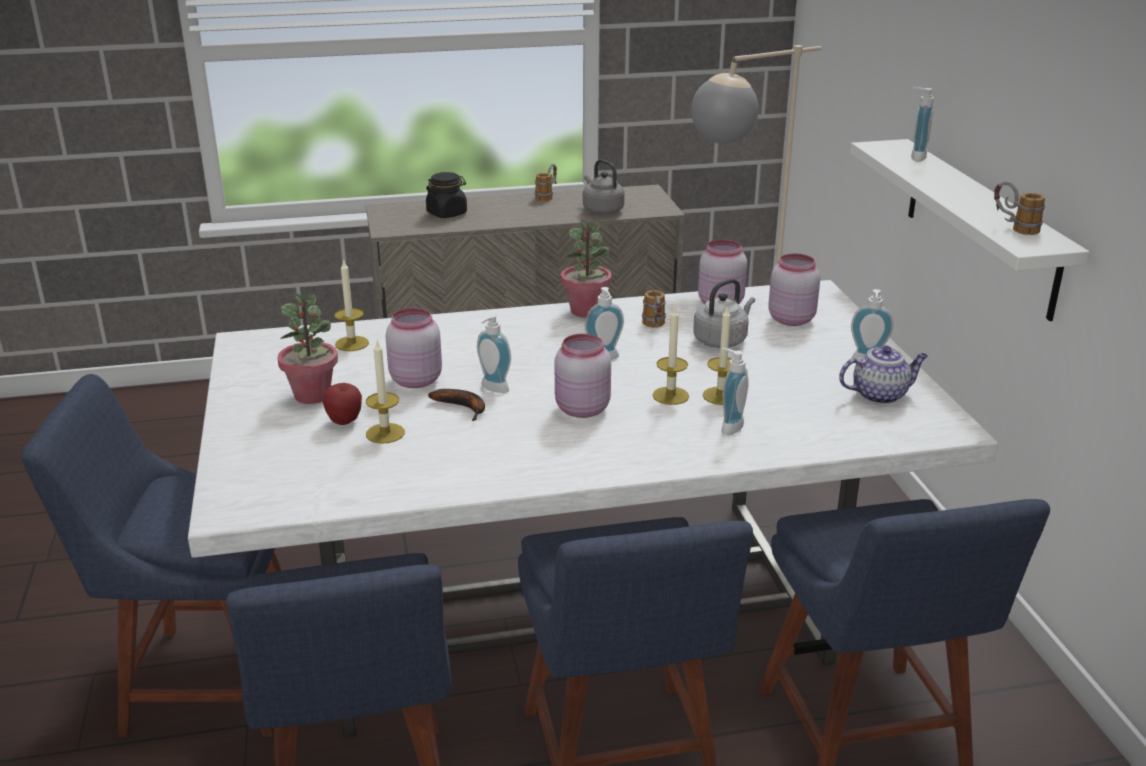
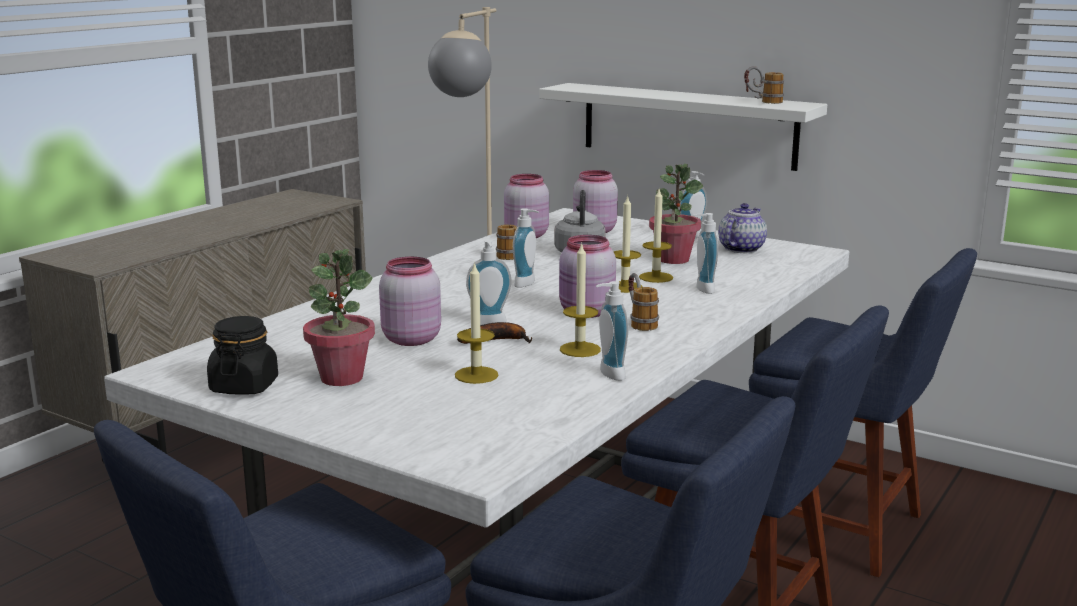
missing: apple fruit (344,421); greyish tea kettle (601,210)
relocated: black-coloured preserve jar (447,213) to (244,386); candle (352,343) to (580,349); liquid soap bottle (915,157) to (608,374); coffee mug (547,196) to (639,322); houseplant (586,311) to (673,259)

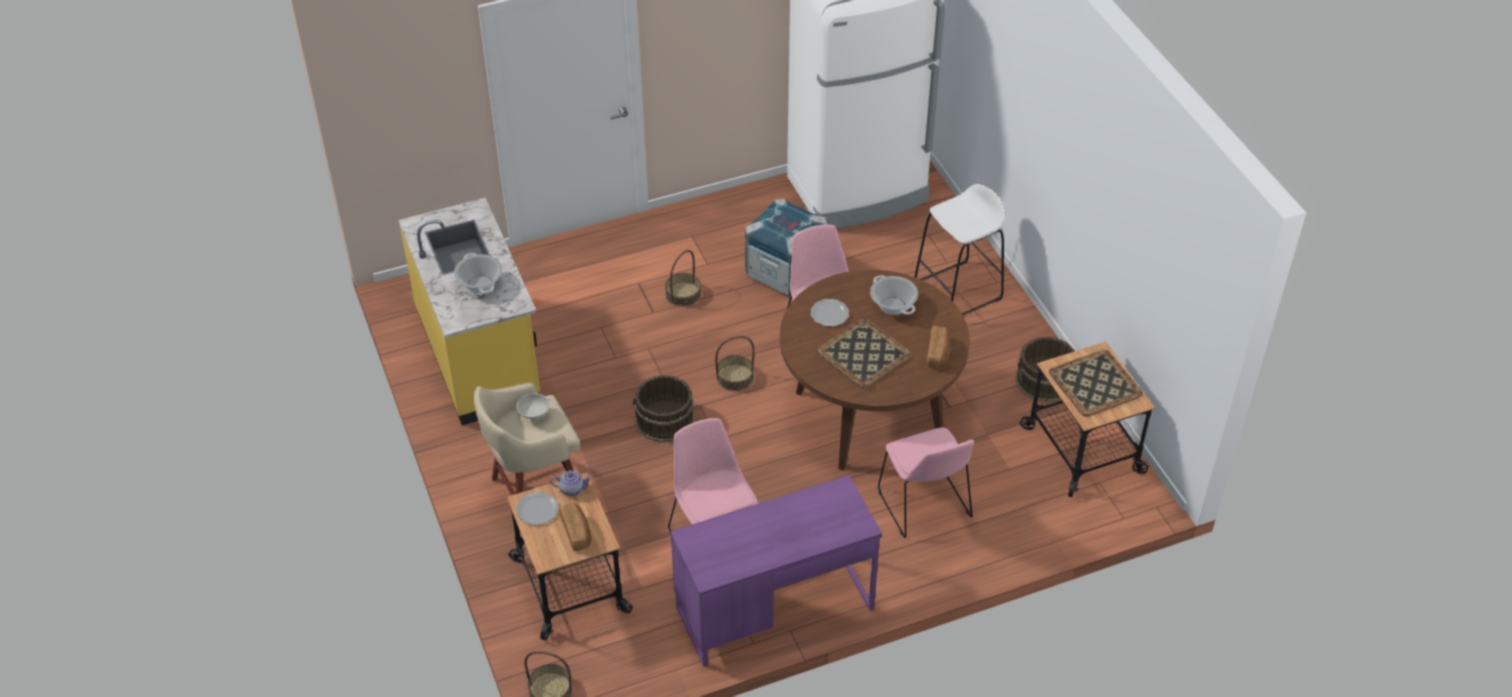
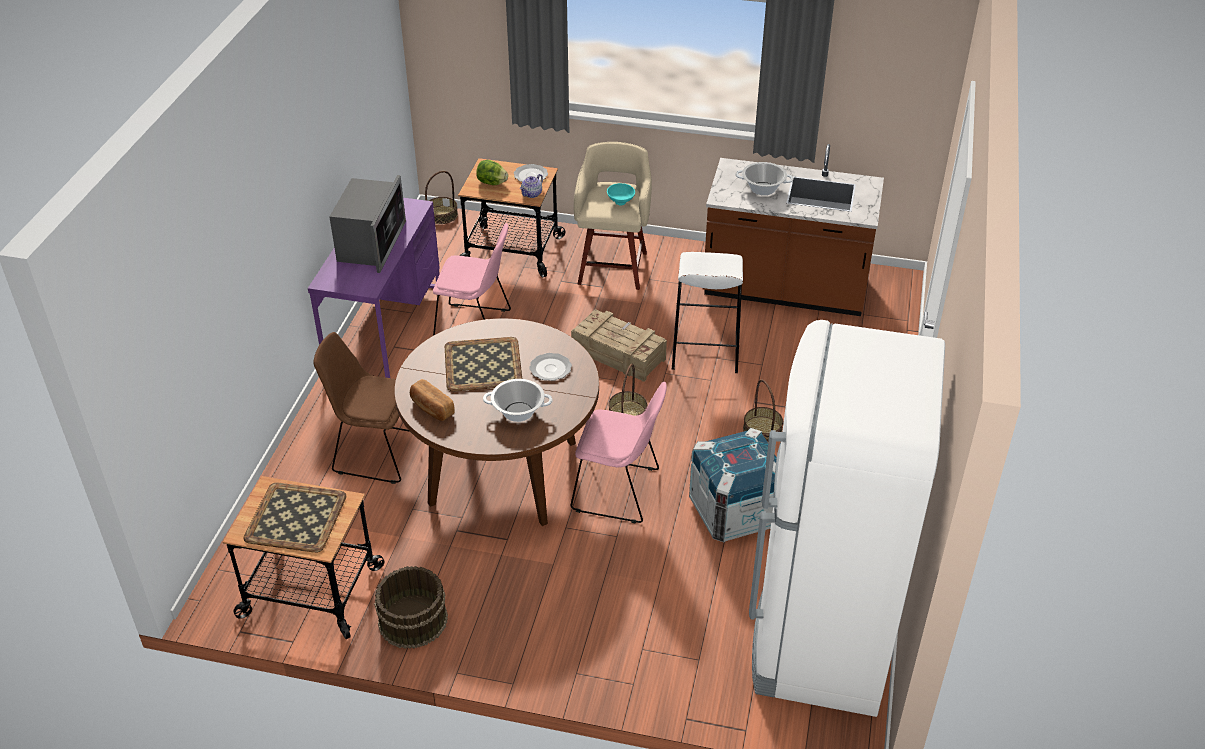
appeared: microwave (371,244)
relocated: white-coloured stool (958,290) to (705,351)
exchanged: baked bread (577,532) to lettuce head (492,183); brown-coloured bucket (664,421) to crate (618,354)
colour: pink upright chair (925,506) to brown-coloured upright chair (375,452); white-coloured serving bowl (533,415) to blue-green serving bowl (621,202); yellow counter (480,355) to brown-coloured counter (784,291)

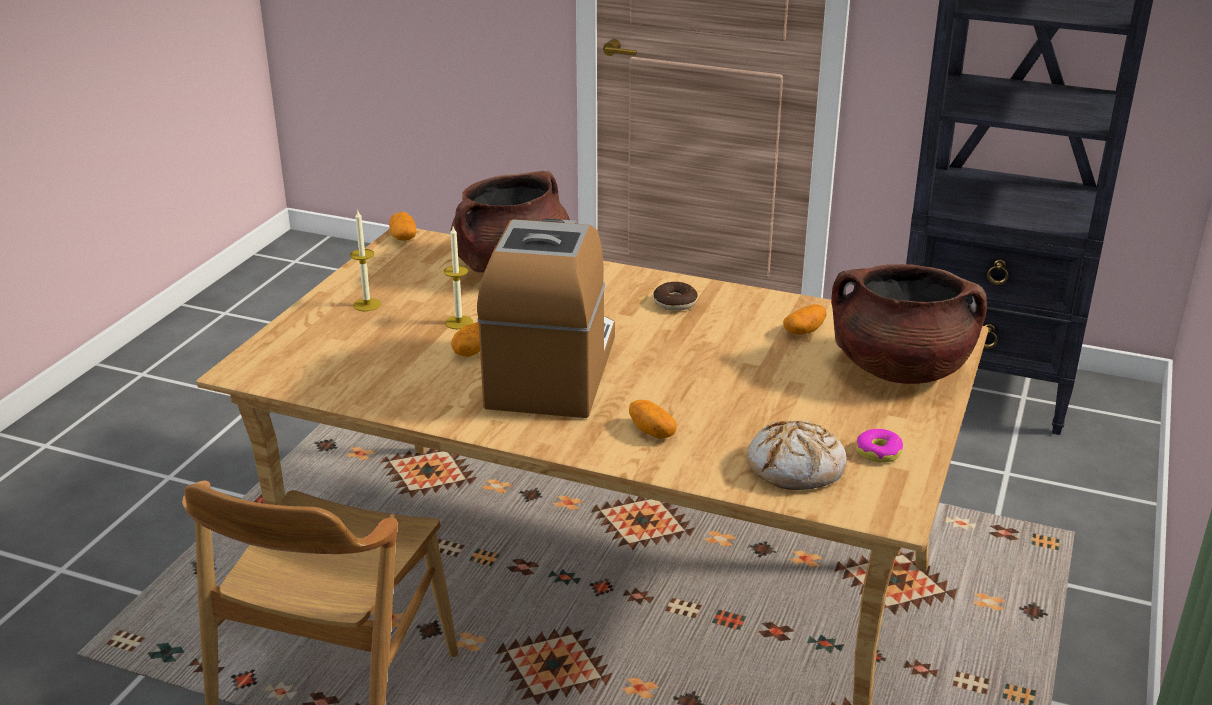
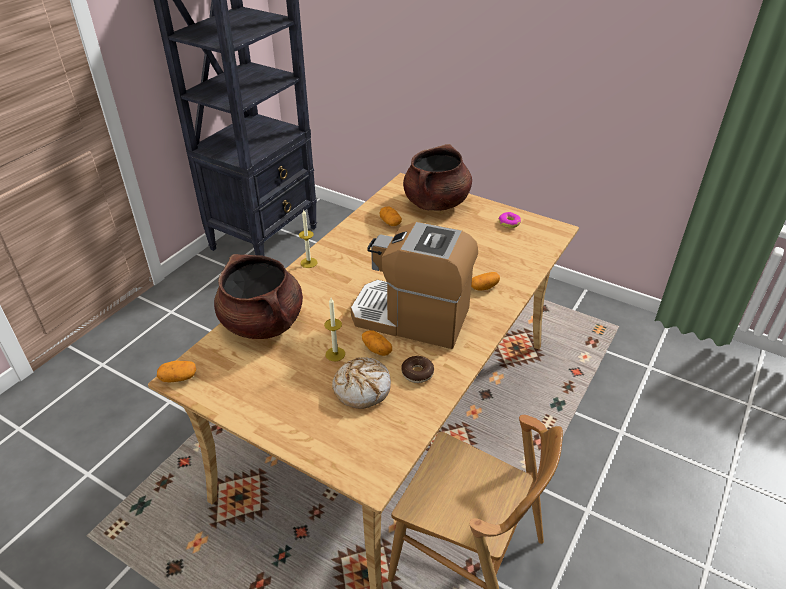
relocated: candle (367,304) to (309,263); baked bread (796,467) to (362,388); donut (675,303) to (417,373)

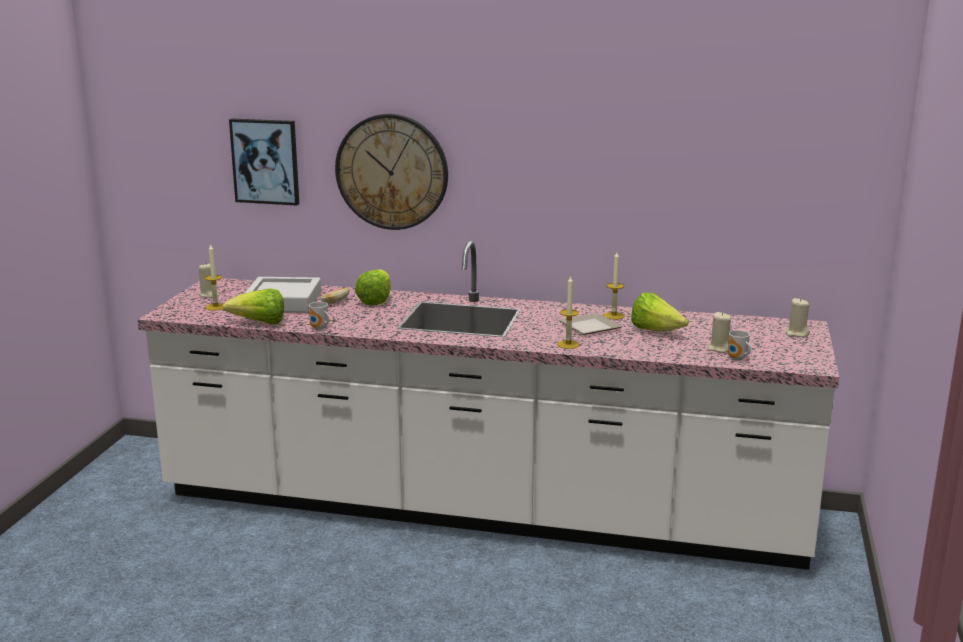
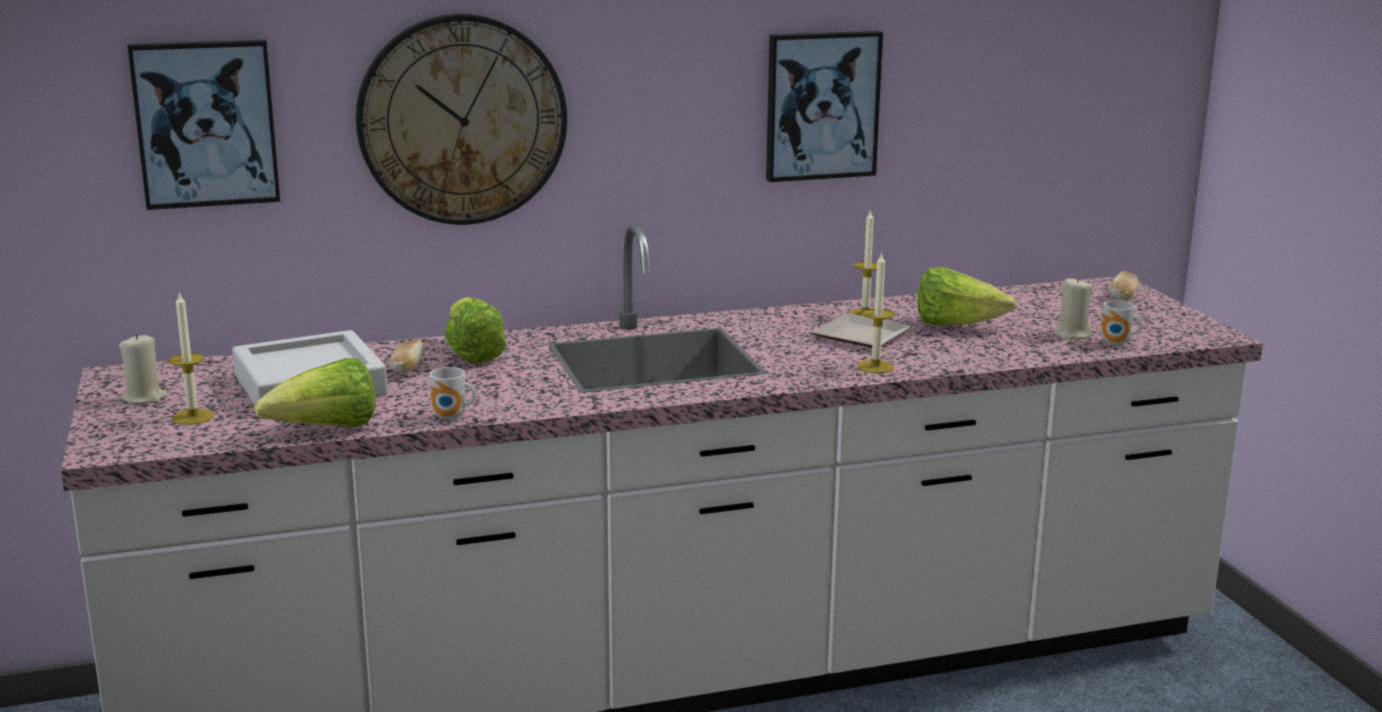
appeared: wall picture (821,105)
exchanged: beige candle (796,333) to baked bread (1123,297)

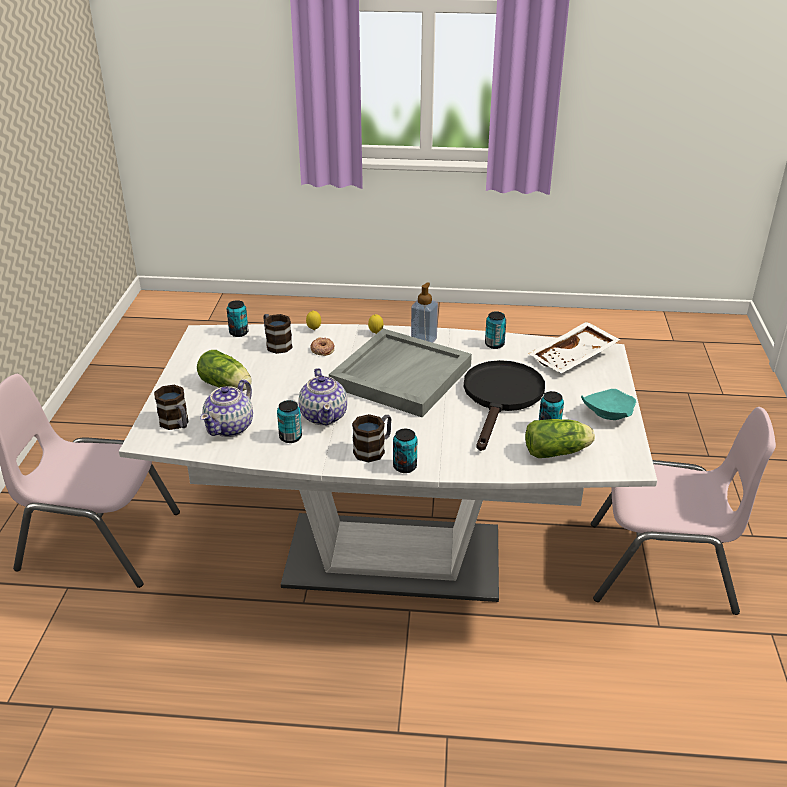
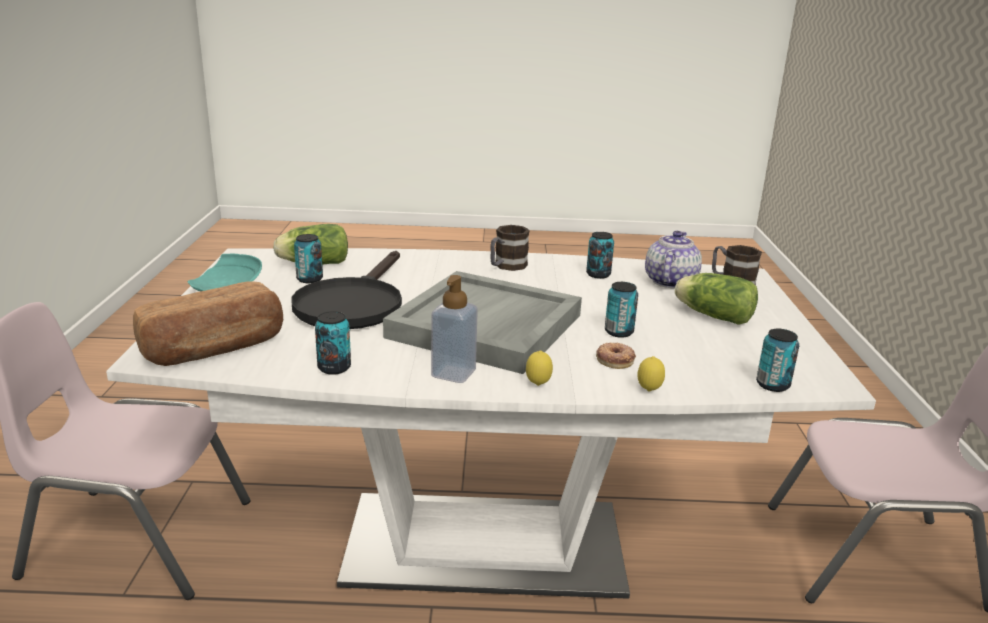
missing: coffee mug (276,344); pot for tea (324,415)
relocated: sealed can (405,467) to (619,332)
exchanged: white-coloured carrying tray (574,358) to baked bread (214,348)

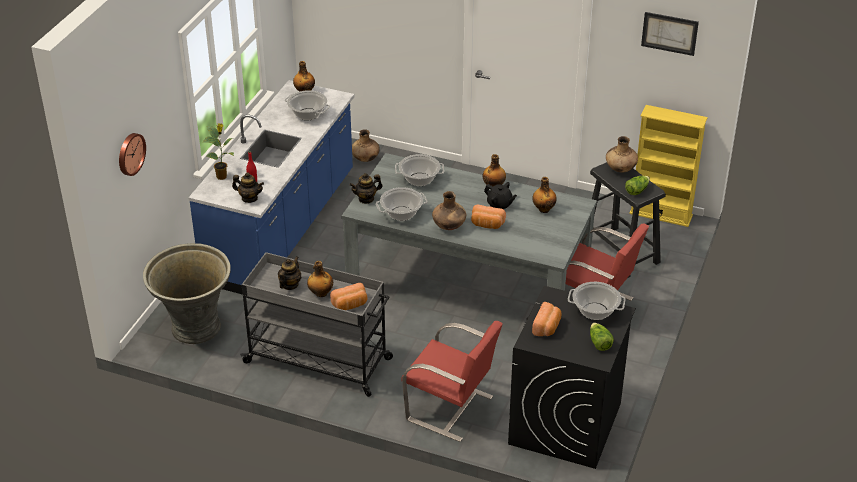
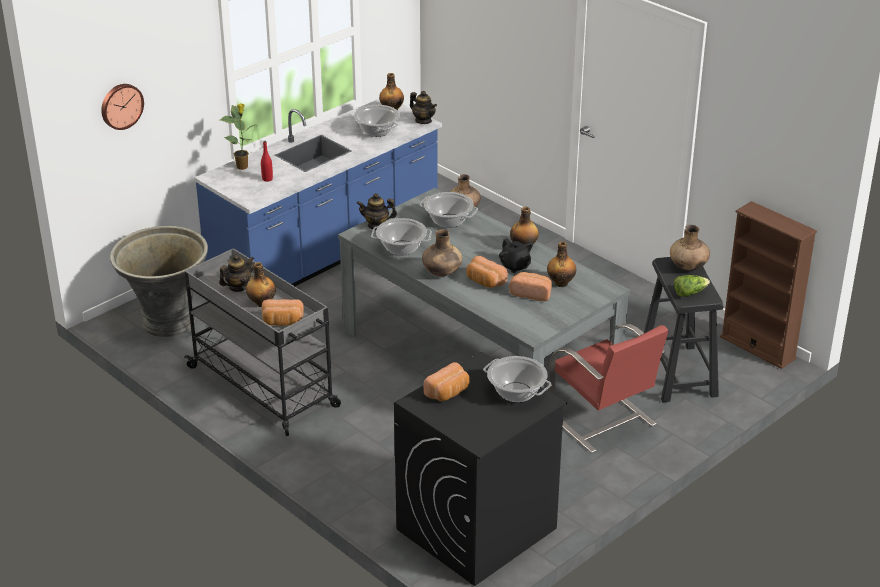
missing: reddish upright chair (451,409); lettuce head (599,343); wall picture (669,33)
appeared: baked bread (531,293)
relocated: pot for tea (249,198) to (423,120)
colour: yellow bookshelf (661,214) to brown-coloured bookshelf (758,347)

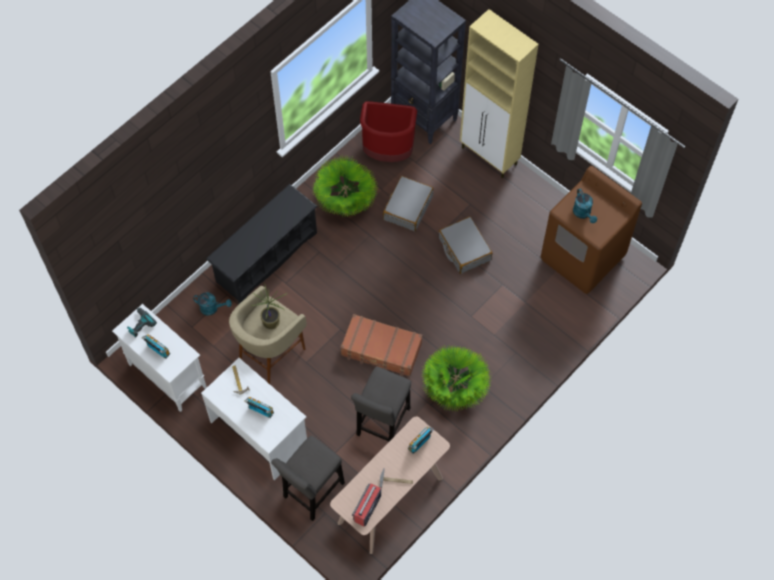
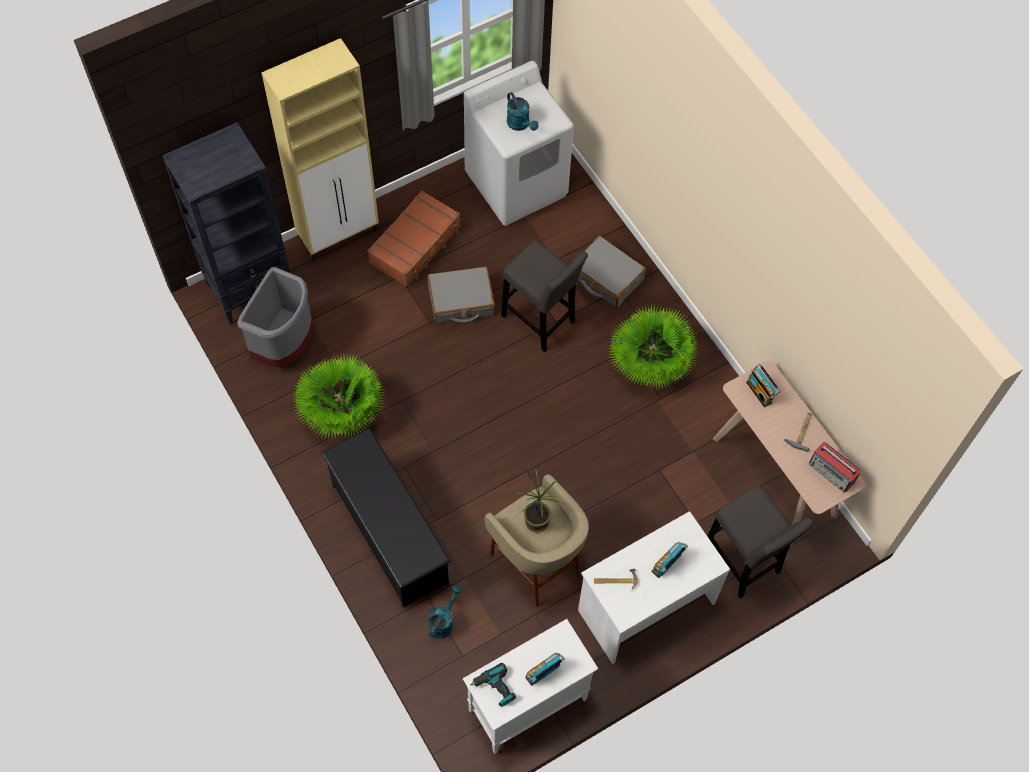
relocated: brown-coloured suitcase (381,350) to (415,245); greyish stool (382,425) to (540,322); greyish suitcase (407,207) to (606,278)
colour: reddish rubbish bin (388,152) to greyish rubbish bin (285,345); brown-coloured laundry appliance (583,258) to white-coloured laundry appliance (517,184)
spun: blue-green watering pot (583,214) = (520,125) 60 degrees clockwise

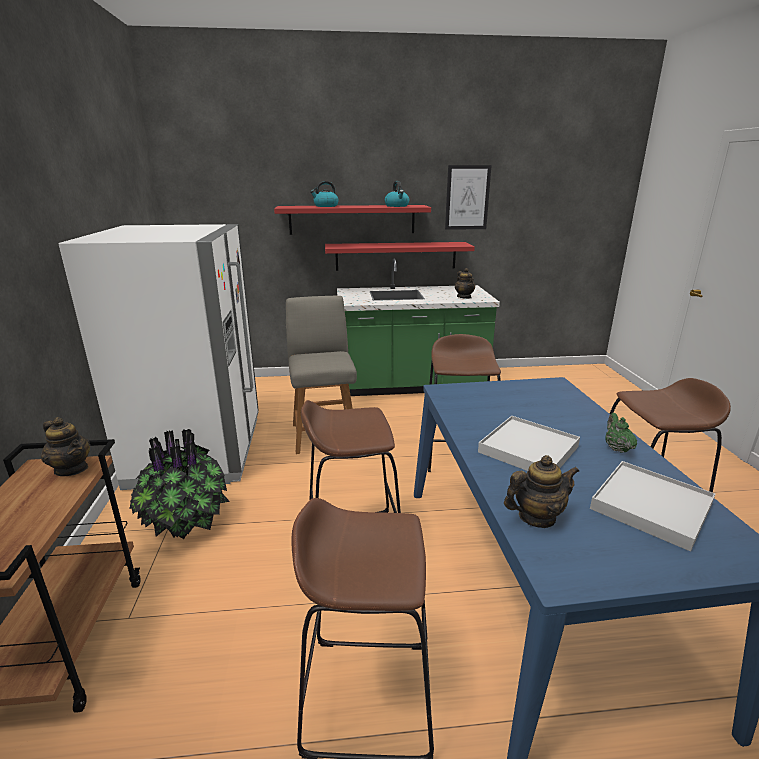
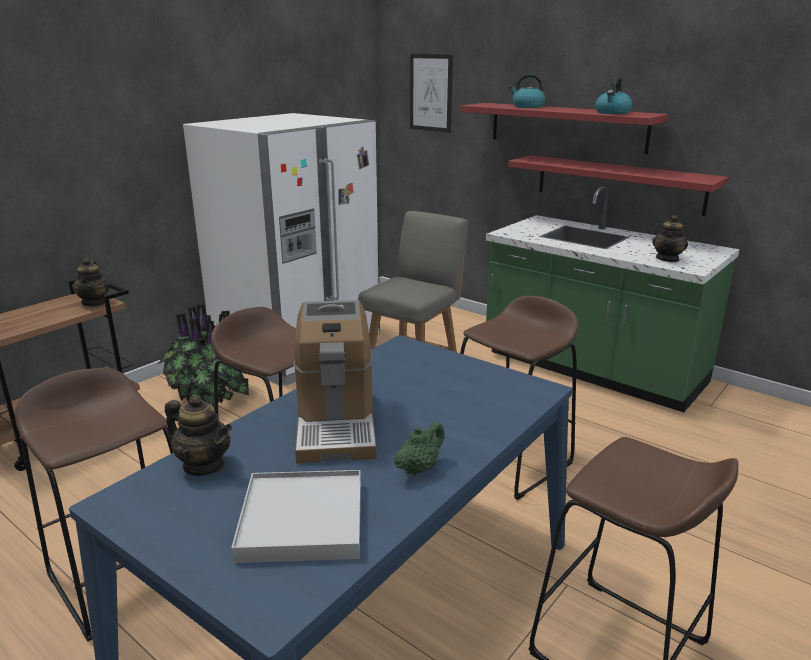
relocated: wall picture (467,197) to (430,93)
exchanged: white-coloured carrying tray (528,449) to coffee maker (336,423)

